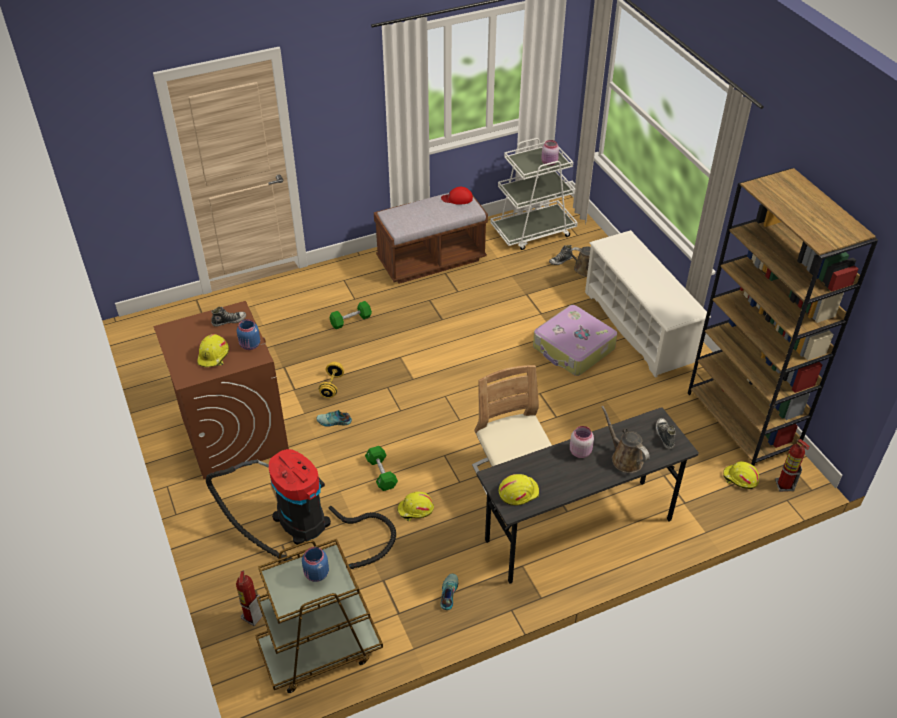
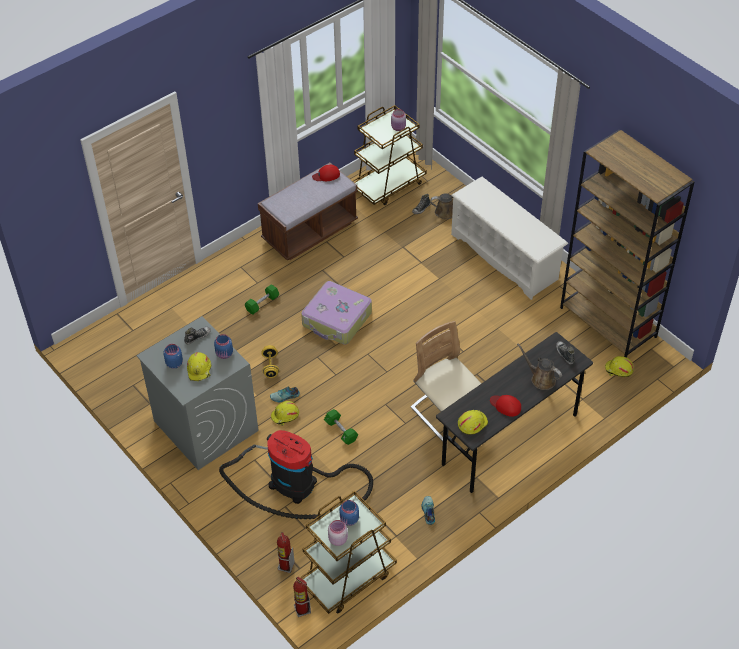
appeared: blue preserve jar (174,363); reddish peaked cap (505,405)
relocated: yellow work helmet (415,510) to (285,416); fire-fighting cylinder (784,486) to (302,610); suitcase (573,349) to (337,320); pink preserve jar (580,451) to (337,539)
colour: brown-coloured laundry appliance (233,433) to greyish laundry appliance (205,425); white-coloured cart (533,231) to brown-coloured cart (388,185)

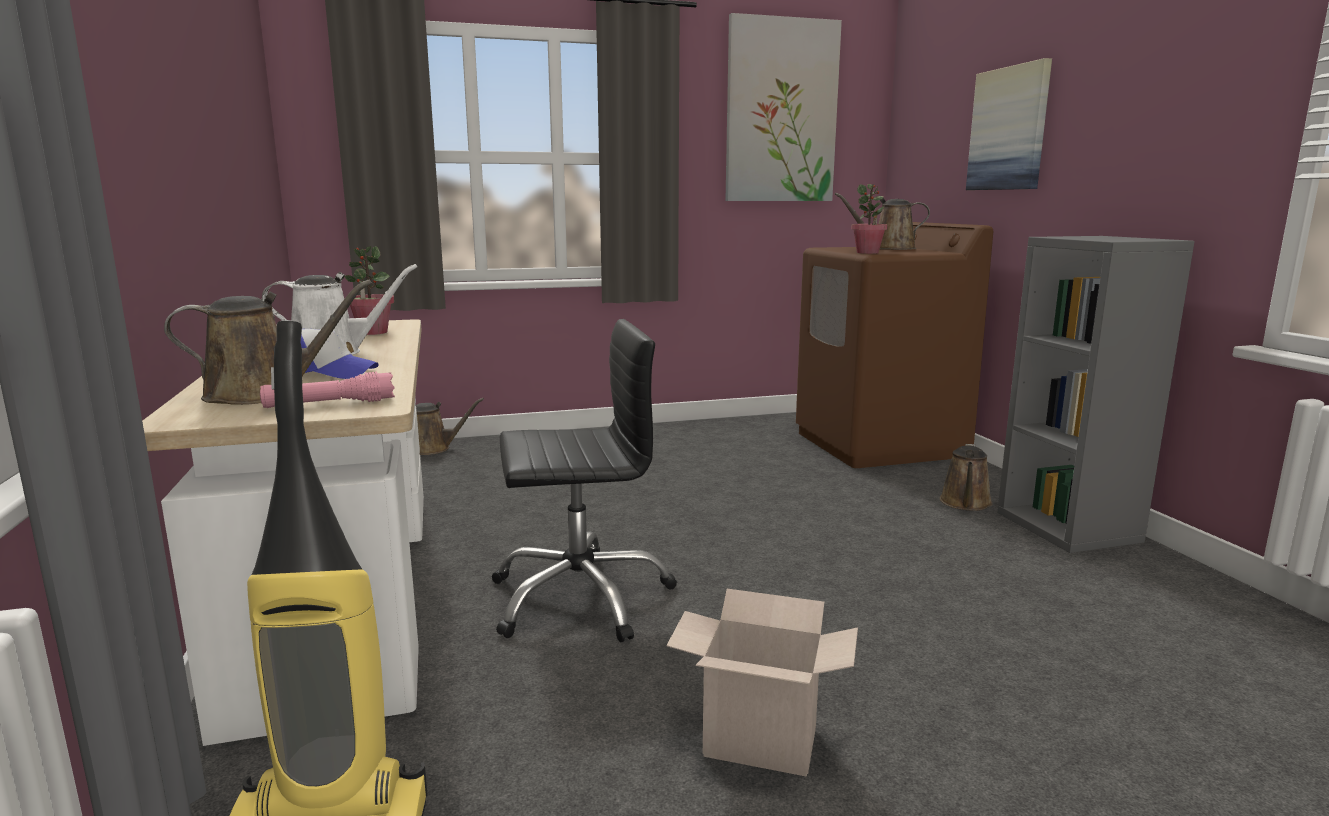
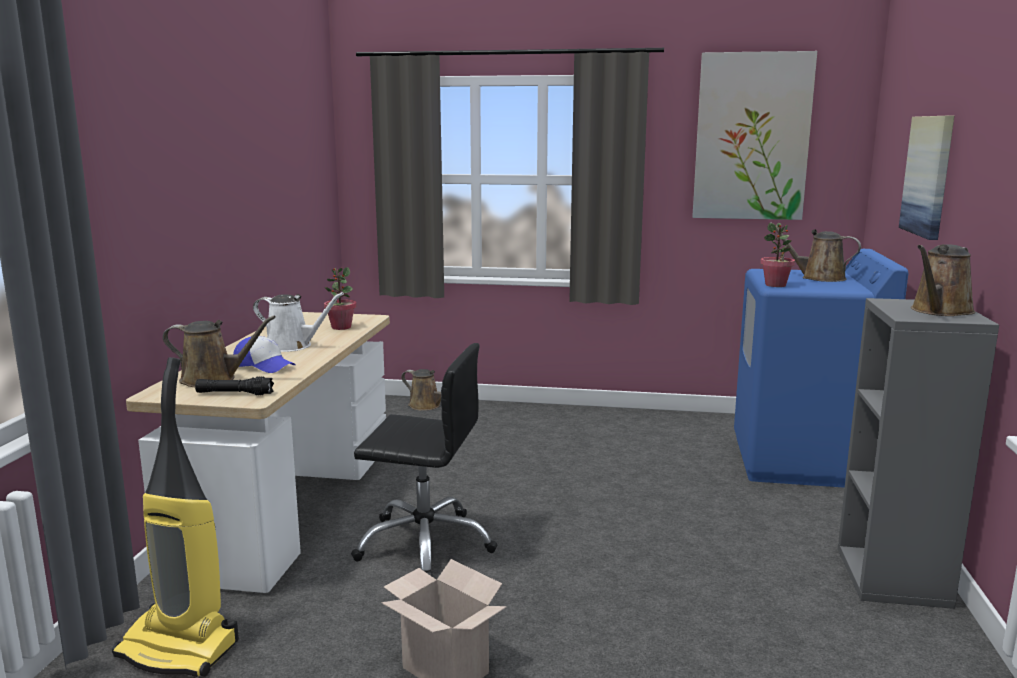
relocated: brown-coloured watering pot (965,503) to (939,311)
colour: pink flashlight (330,404) to black-coloured flashlight (234,394); brown-coloured laundry appliance (879,444) to blue laundry appliance (802,461)

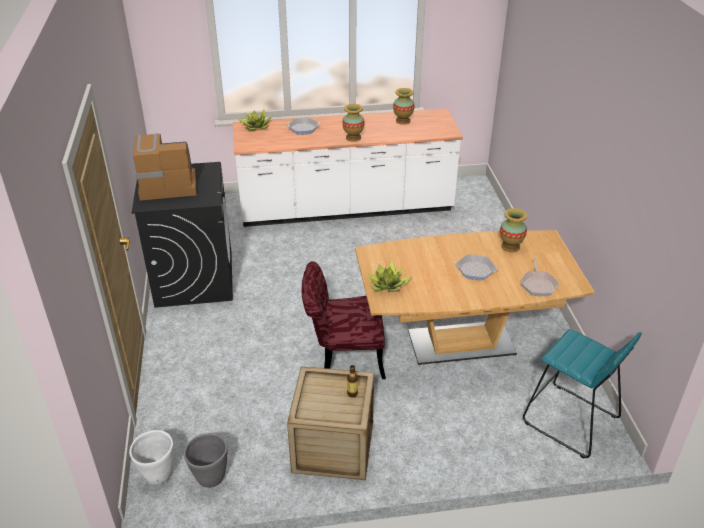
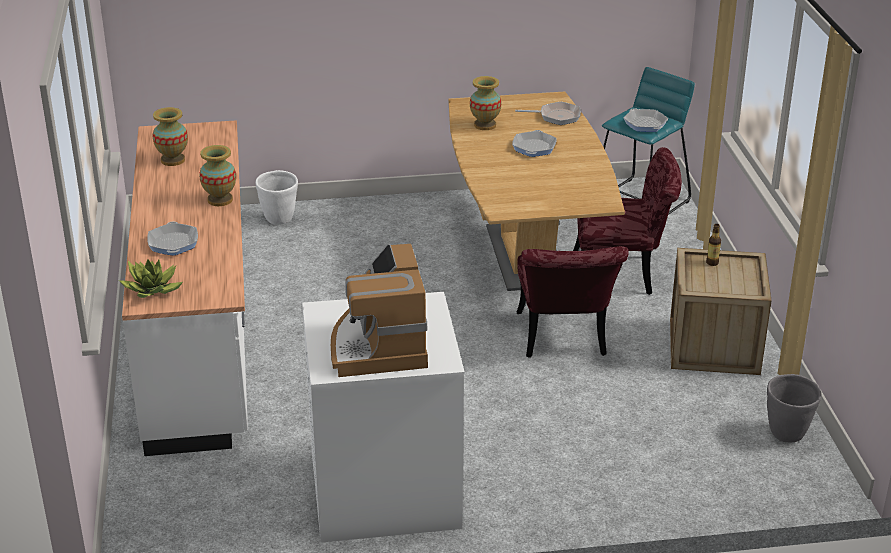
missing: houseplant (388,285)
appeared: reddish upright chair (623,274); pan (645,124)
relocated: white-coloured flower pot (158,475) to (279,219)
colour: black-coloured laundry appliance (194,278) to white-coloured laundry appliance (383,492)

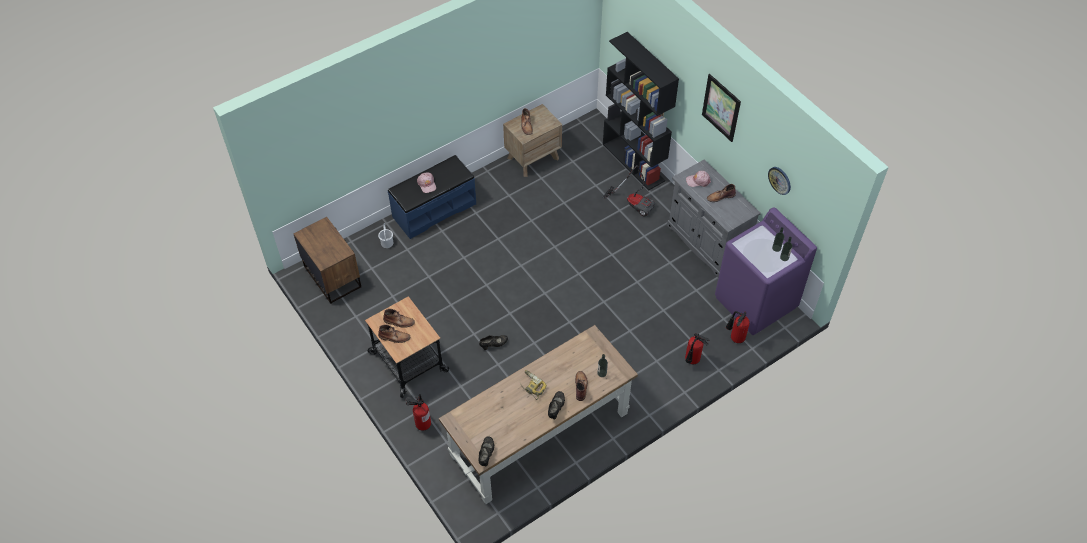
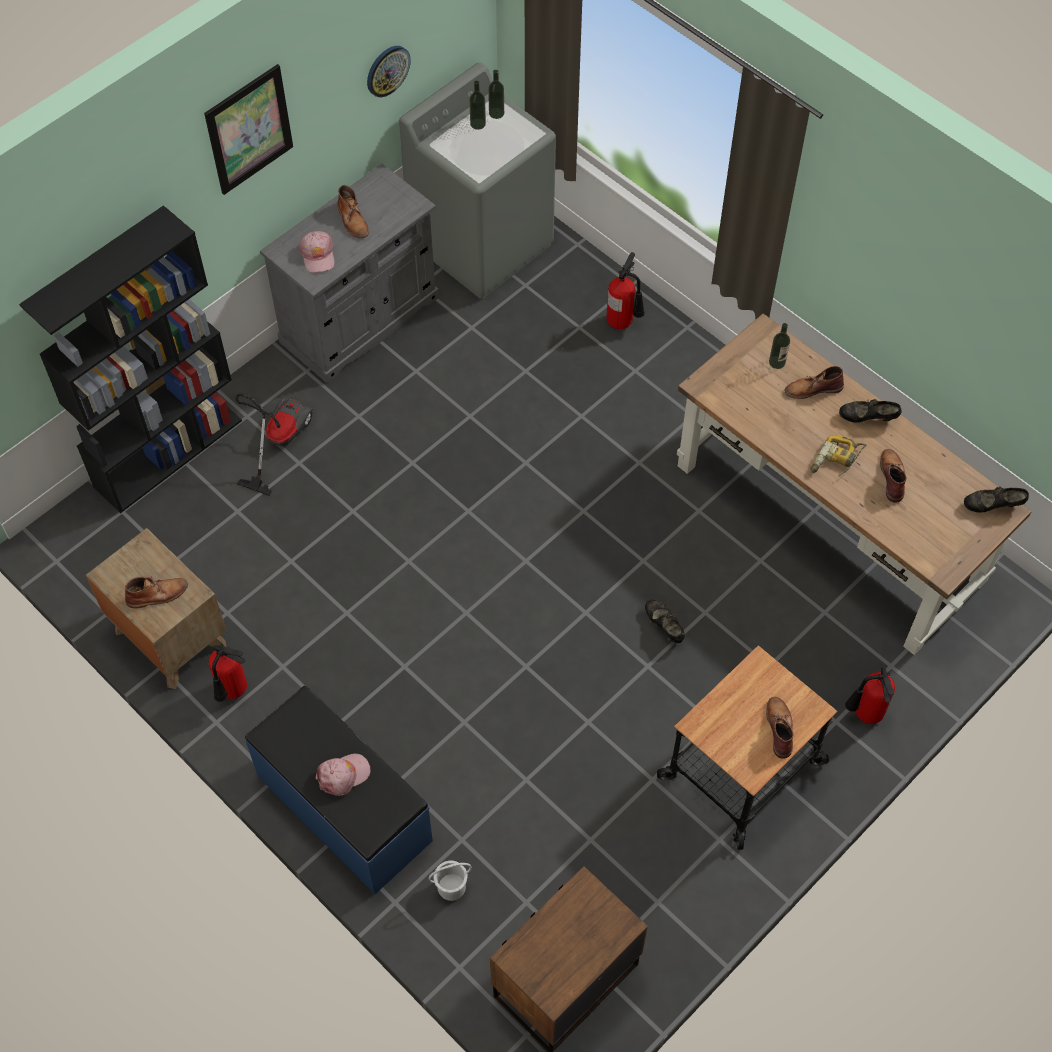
relocated: fire-fighting cylinder (735,338) to (232,692); brown-coloured tall boot (399,321) to (892,476)
colour: purple laundry appliance (756,302) to greyish laundry appliance (482,244)

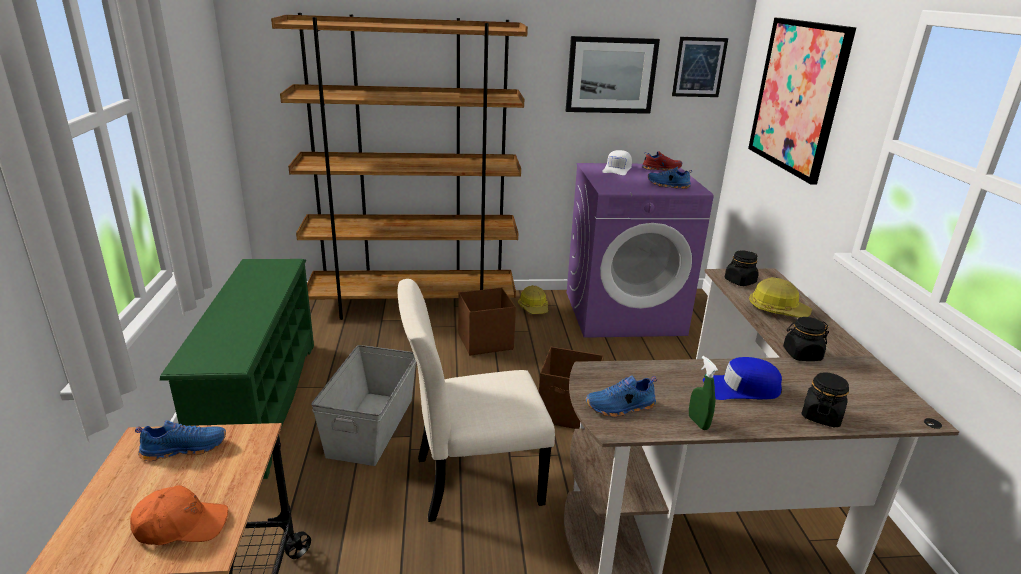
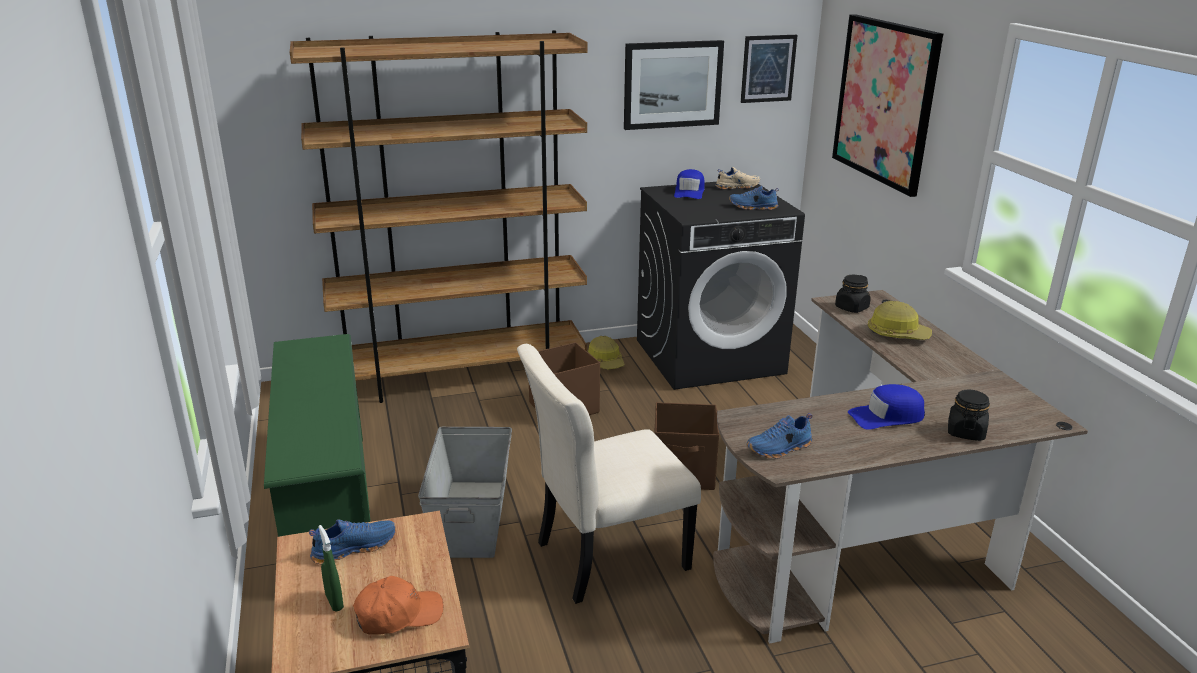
missing: black-coloured preserve jar (801,354)
relocated: green spray bottle (698,422) to (334,602)
colour: purple laundry appliance (624,313) to black-coloured laundry appliance (710,356); white-coloured peaked cap (617,169) to blue peaked cap (689,192); reddish item of footwear (661,169) to beige item of footwear (737,187)

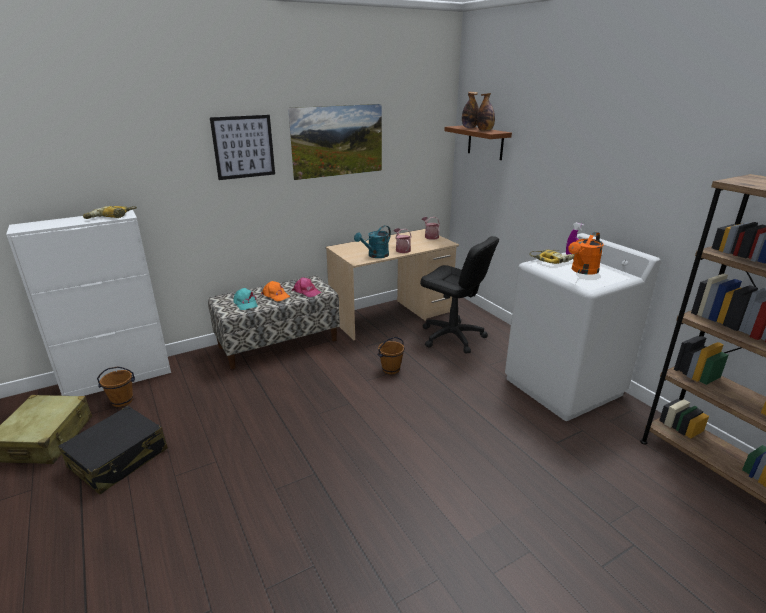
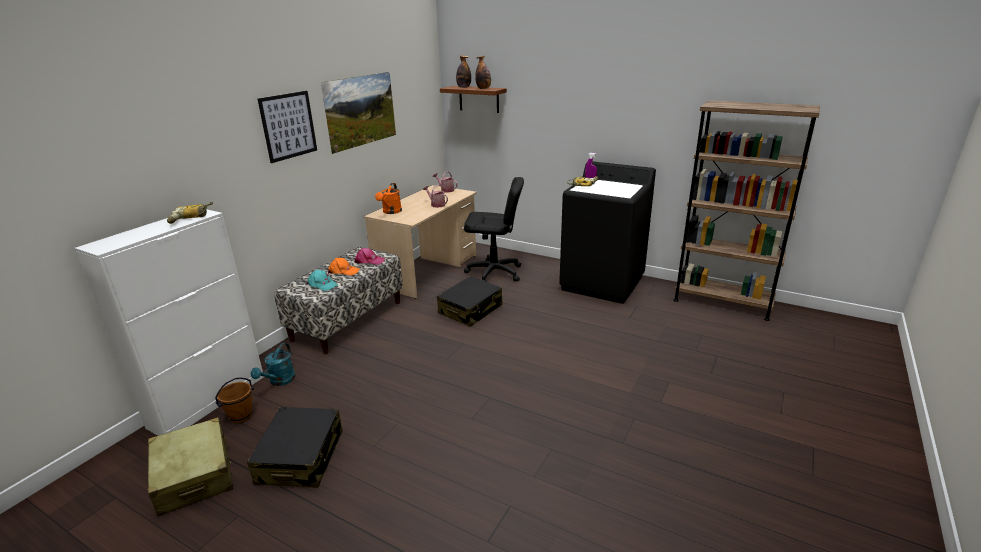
relocated: blue-green watering pot (375,256) to (279,381); orange-coloured watering pot (582,271) to (391,212)
exchanged: brown-coloured bucket (390,369) to black-coloured suitcase (470,310)
colour: white-coloured laundry appliance (563,387) to black-coloured laundry appliance (602,283)

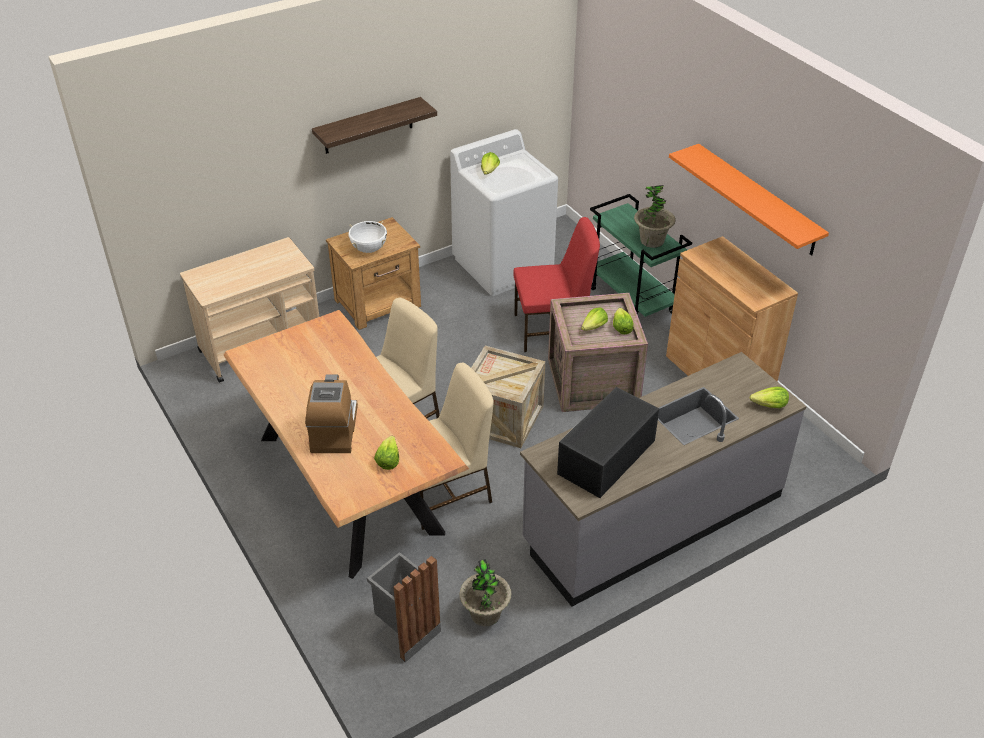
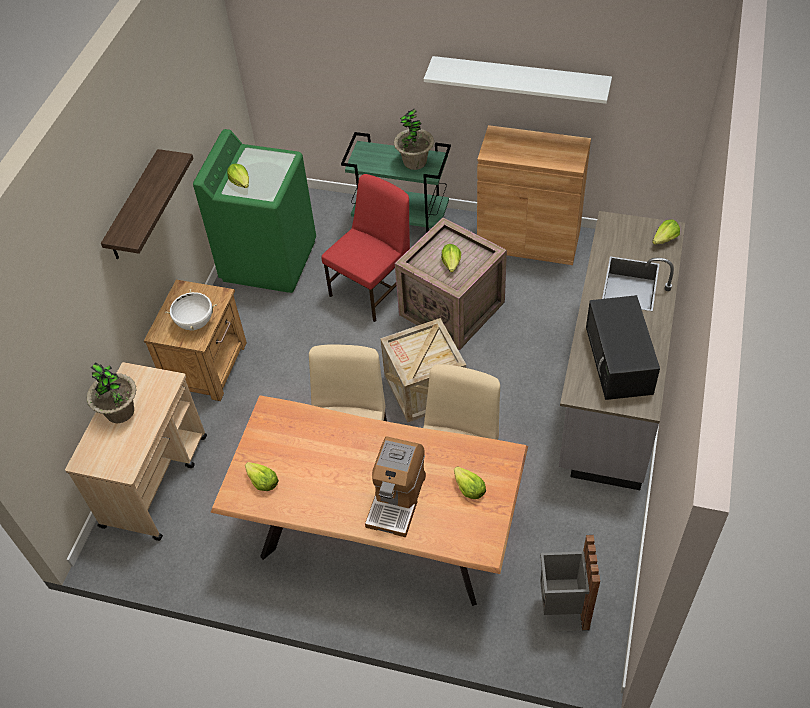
relocated: houseplant (485,614) to (120,411); lettuce head (621,327) to (262,482)
colour: white-coloured laundry appliance (503,265) to green laundry appliance (269,260); orange-coloured shelf (757,200) to white-coloured shelf (520,79)
spun: coffee maker (334,430) = (396,499) 120 degrees counterclockwise

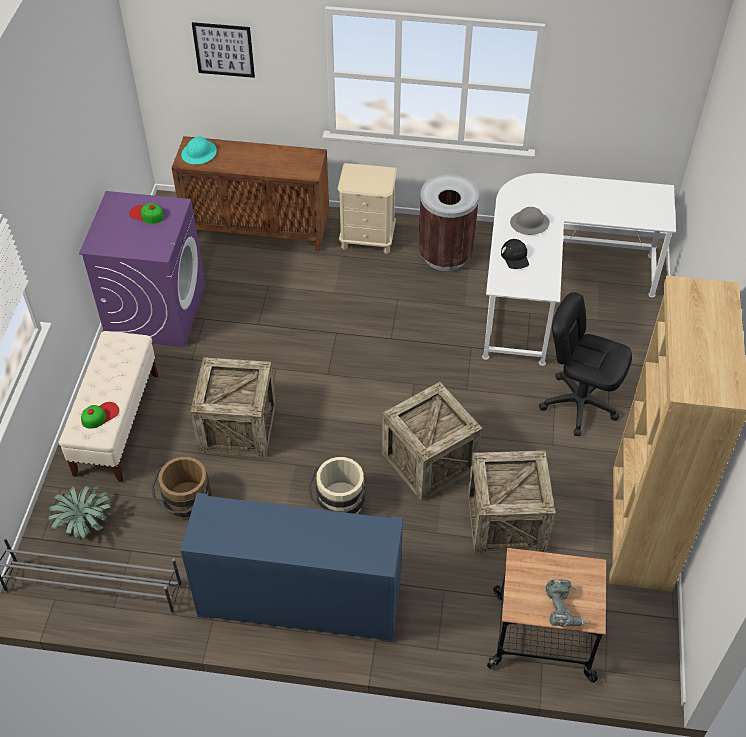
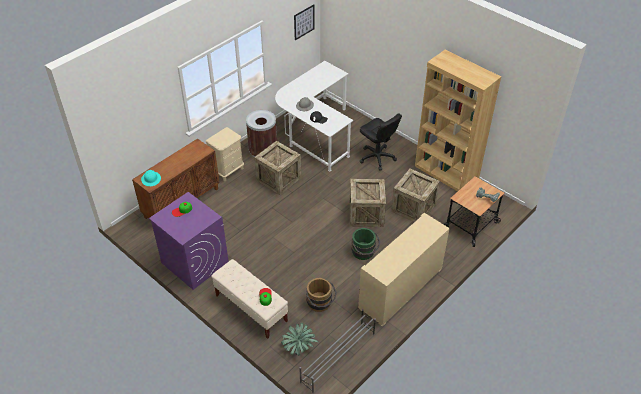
relocated: crate (237,427) to (278,179); wall picture (223,50) to (304,22)
colour: beige bucket (338,505) to green bucket (364,253); blue cupboard (300,601) to beige cupboard (400,288)
spun: black-coloured desk chair (579,404) = (377,157) 105 degrees counterclockwise

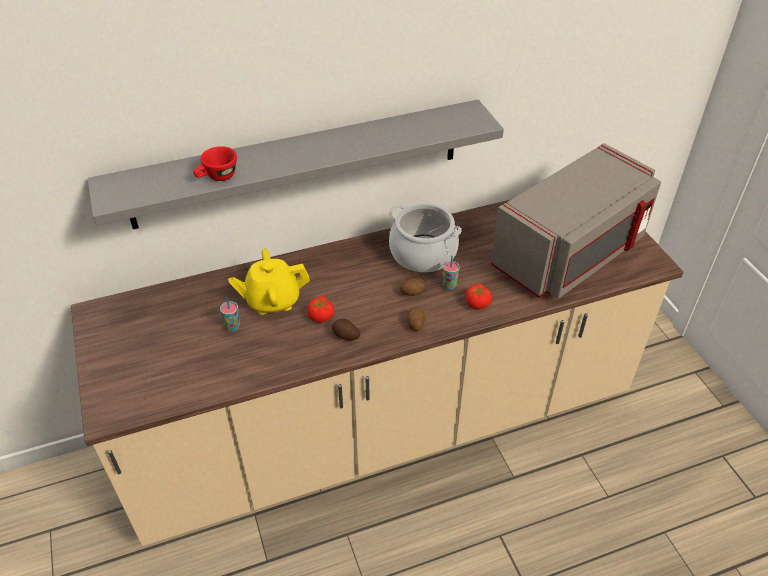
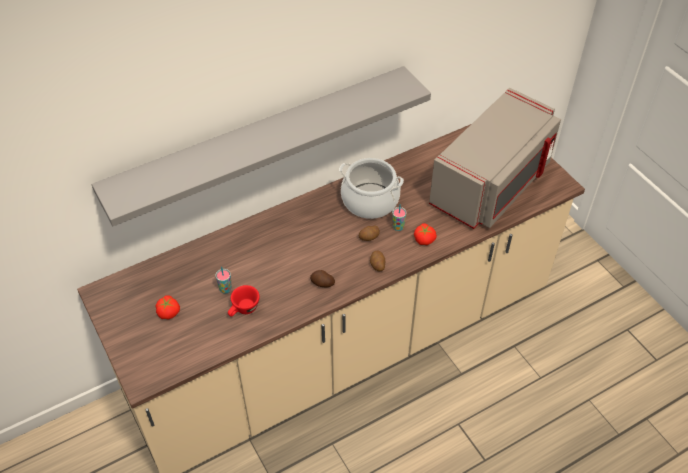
missing: yellow pot for tea (272,300)
relocated: fresh tomato (321,316) to (169,312); reddish cup (217,177) to (243,310)

